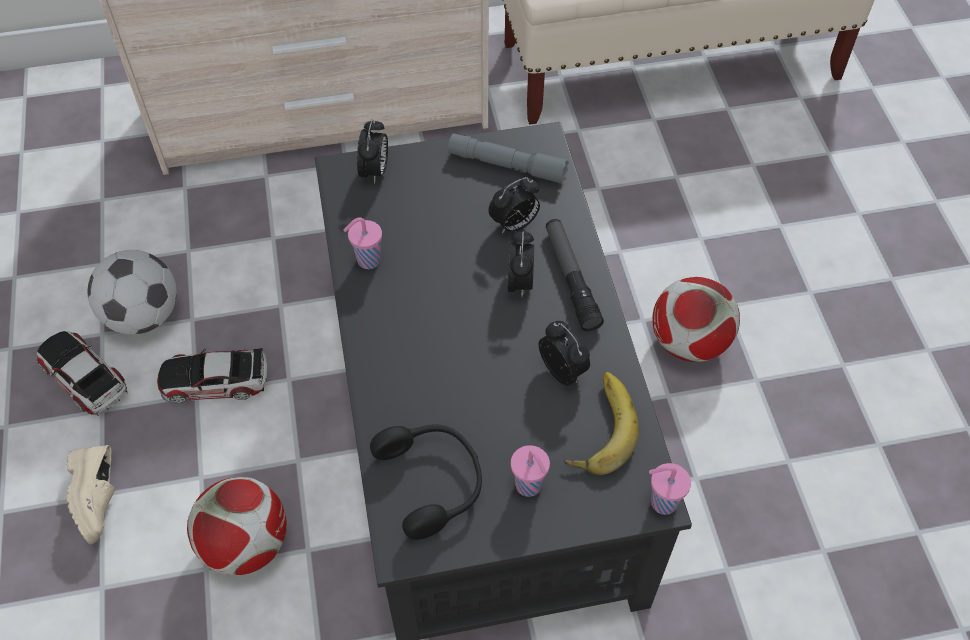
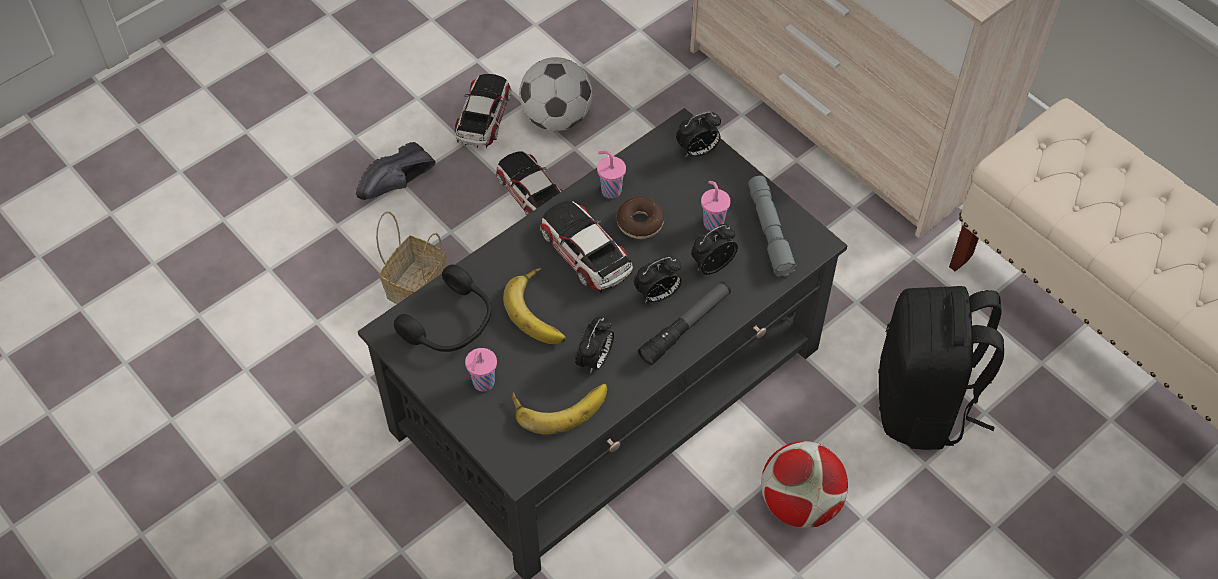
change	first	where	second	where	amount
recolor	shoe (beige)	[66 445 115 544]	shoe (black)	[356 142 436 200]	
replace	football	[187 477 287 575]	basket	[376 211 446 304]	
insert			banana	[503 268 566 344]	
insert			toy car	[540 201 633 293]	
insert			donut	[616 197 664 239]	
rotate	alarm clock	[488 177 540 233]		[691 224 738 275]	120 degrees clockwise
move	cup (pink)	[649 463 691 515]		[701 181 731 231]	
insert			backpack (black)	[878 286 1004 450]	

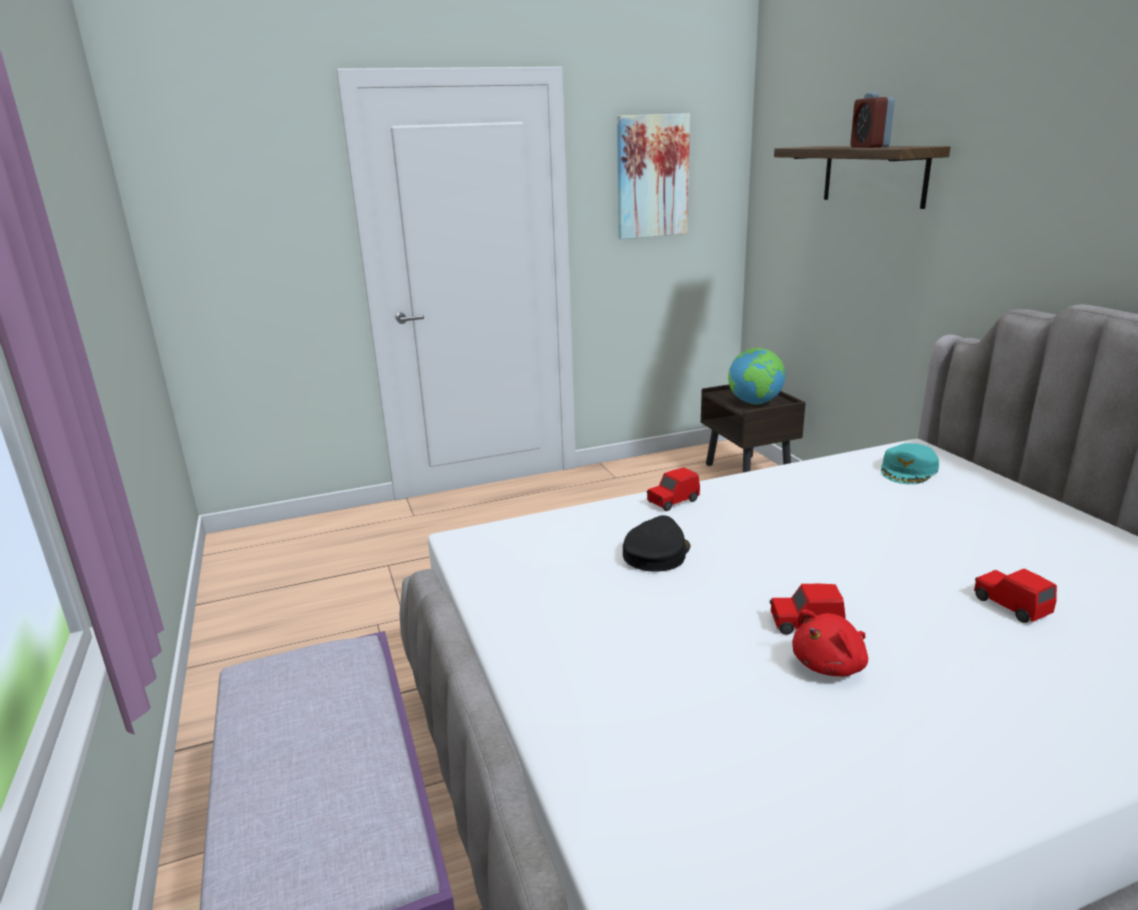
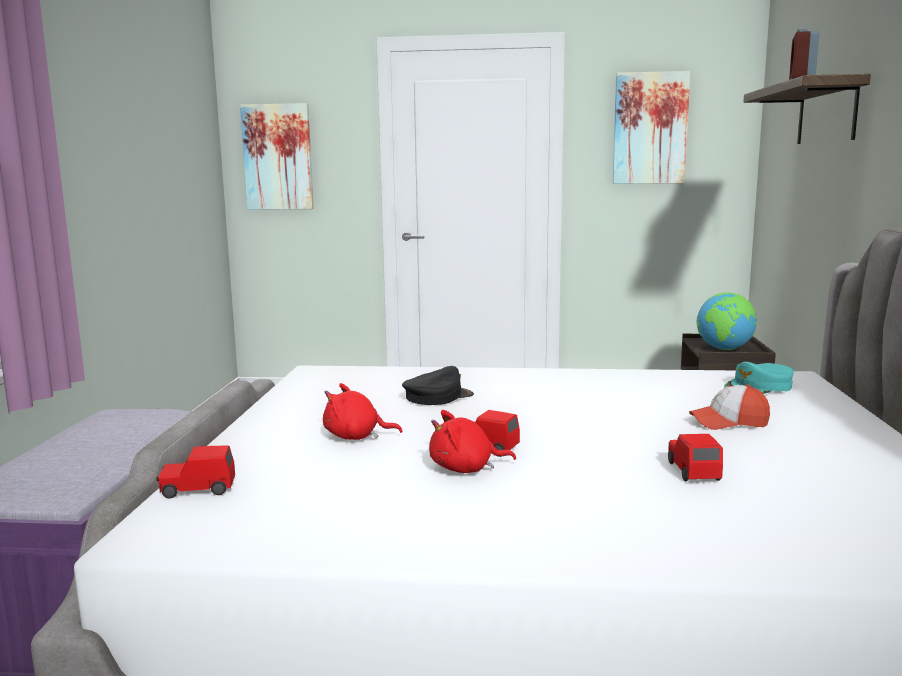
change	first	where	second	where	amount
move	toy car (red)	[647 467 700 511]		[157 445 235 498]	
insert			picture	[240 103 314 210]	
insert			plush toy (red)	[323 383 402 440]	
insert			cap	[689 385 770 430]	

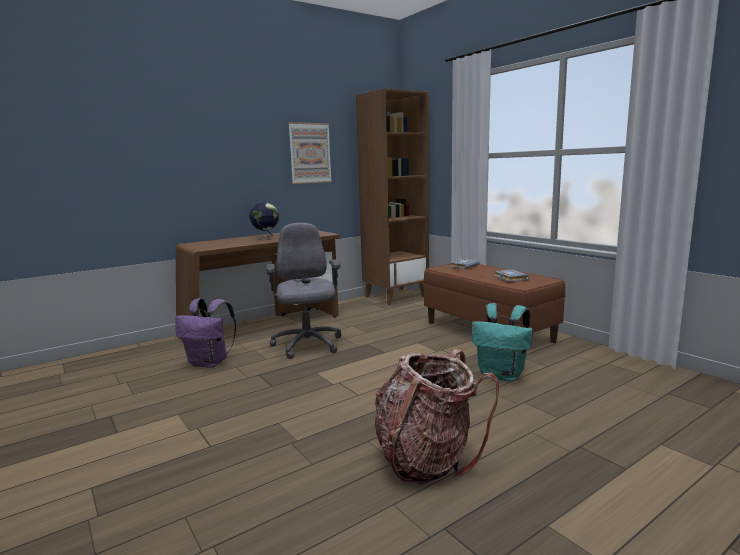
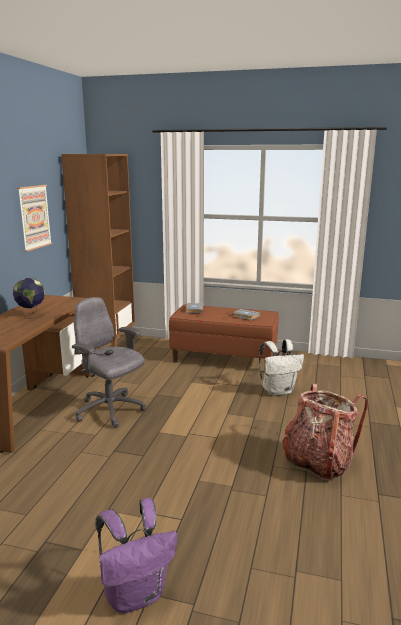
change	first	where	second	where	amount
move	backpack (purple)	[175 298 236 368]		[96 498 177 614]	
recolor	backpack (turquoise)	[472 303 533 381]	backpack (white)	[259 339 304 396]	

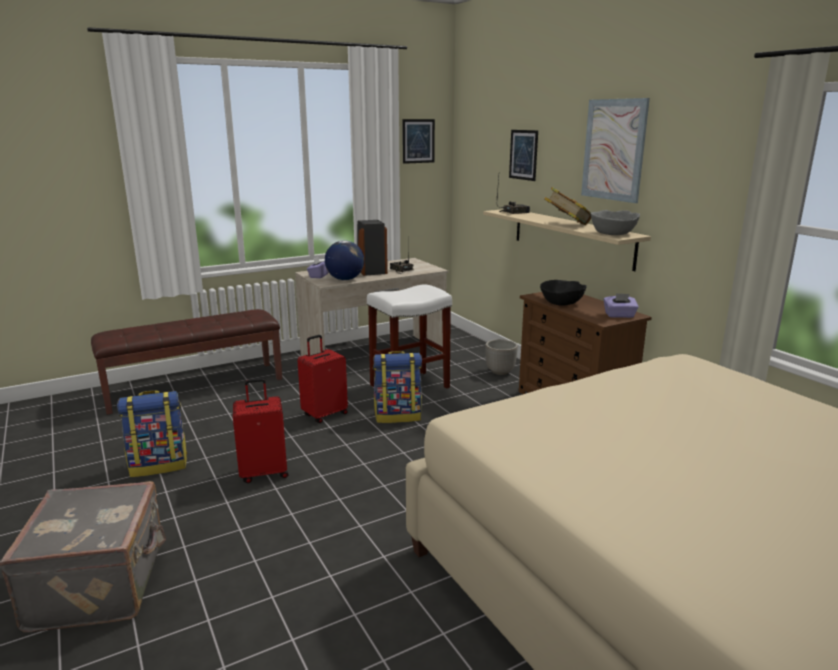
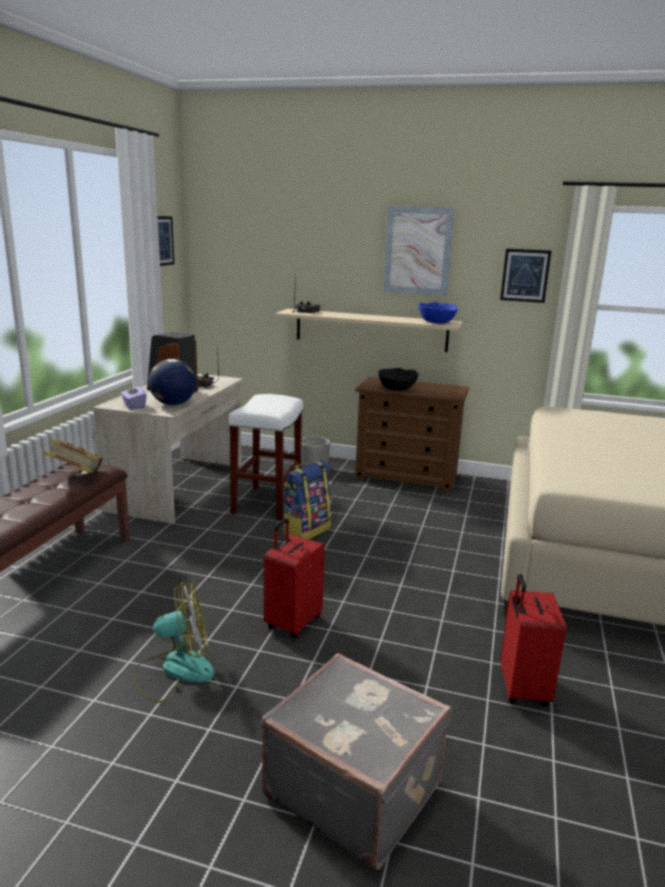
change	first	where	second	where	amount
move	book	[544 187 591 225]		[43 438 103 473]	
replace	backpack	[117 390 188 477]	fan	[134 581 214 703]	
recolor	bowl (grey)	[591 210 640 235]	bowl (blue)	[419 302 458 324]	
move	picture	[509 130 538 181]		[500 249 551 303]	
move	suitcase (red)	[297 335 348 423]		[500 574 566 707]	
delete	tissue box (purple)	[604 293 639 318]			

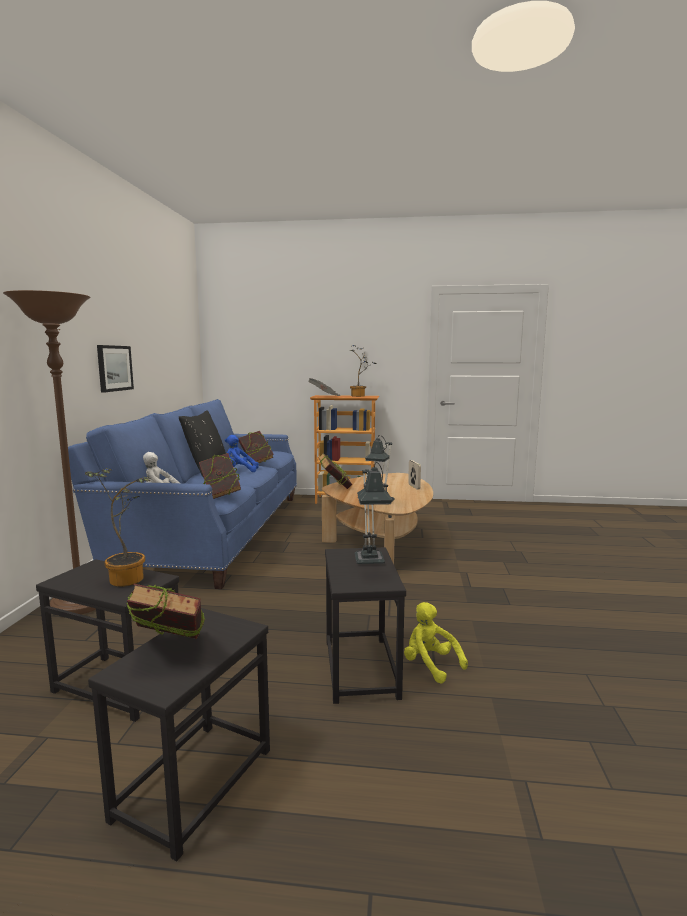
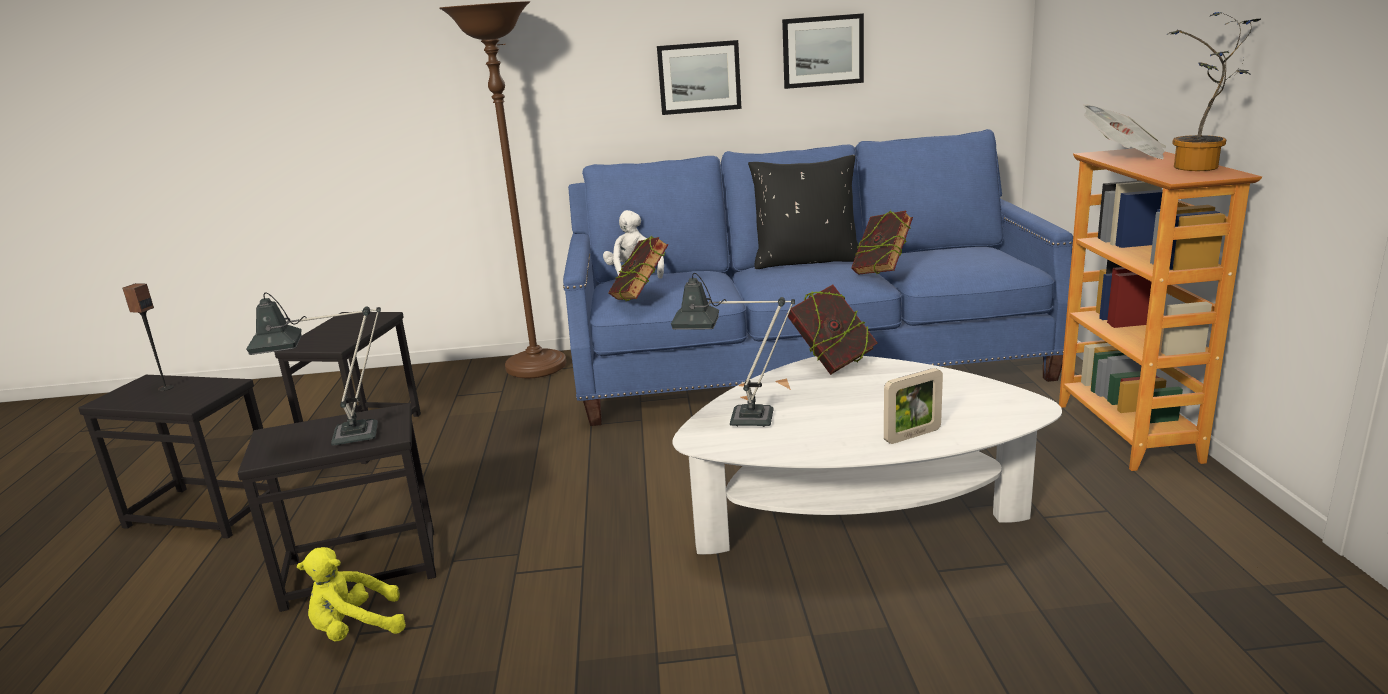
change	first	where	second	where	amount
replace	book	[127 584 205 639]	speaker	[122 283 174 391]	
rotate	plush toy (yellow)	[404 602 468 684]		[297 547 406 642]	150 degrees counterclockwise
recolor	coffee table (brown)	[322 473 433 564]	coffee table (white)	[672 356 1062 554]	
insert			picture	[782 13 864 89]	
delete	potted plant	[85 468 151 587]			
delete	plush toy (blue)	[225 435 259 472]			

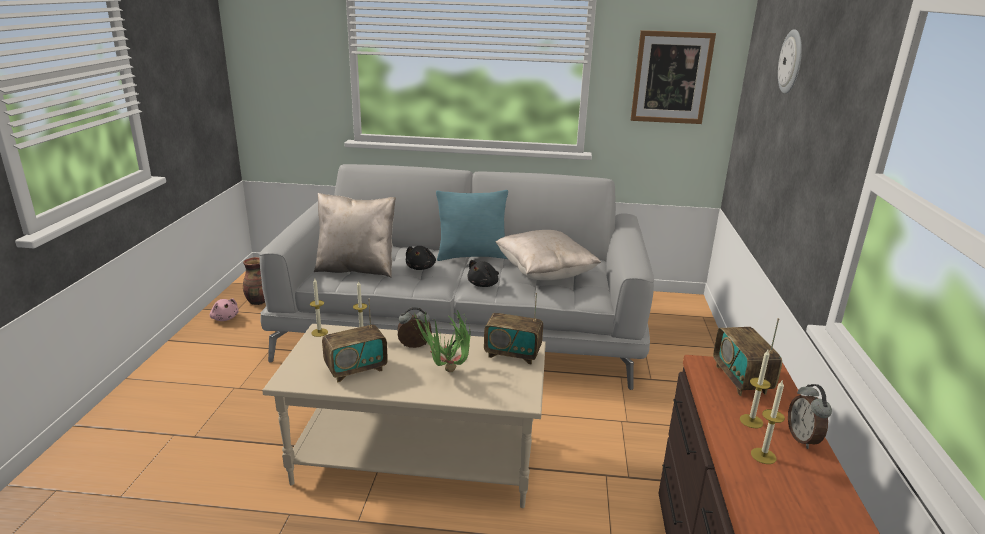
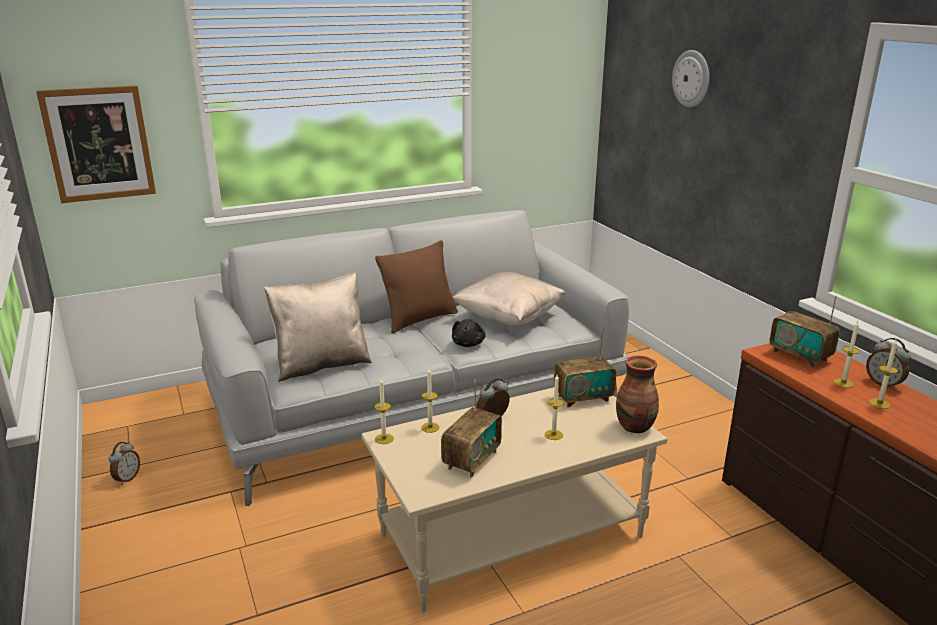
change	first	where	second	where	amount
move	picture	[631 30 716 124]		[36 85 156 203]	
replace	plush toy (pink)	[210 299 239 321]	alarm clock	[109 442 140 485]	
recolor	pillow (turquoise)	[436 190 508 261]	pillow (brown)	[375 240 458 333]	
replace	potted plant	[411 310 471 372]	candle	[545 375 564 440]	
move	vase	[243 257 265 305]		[616 355 659 433]	
delete	plush toy (black)	[406 246 436 270]			

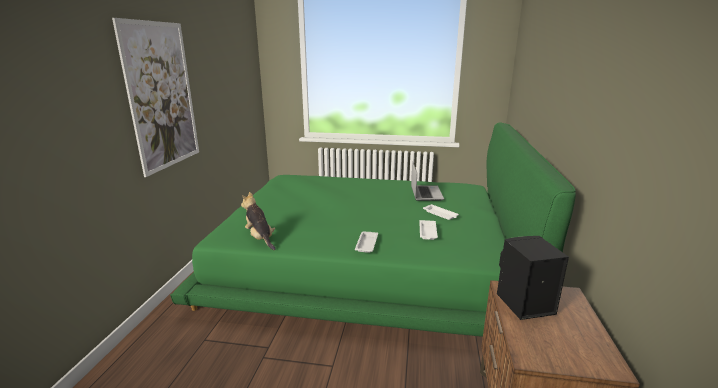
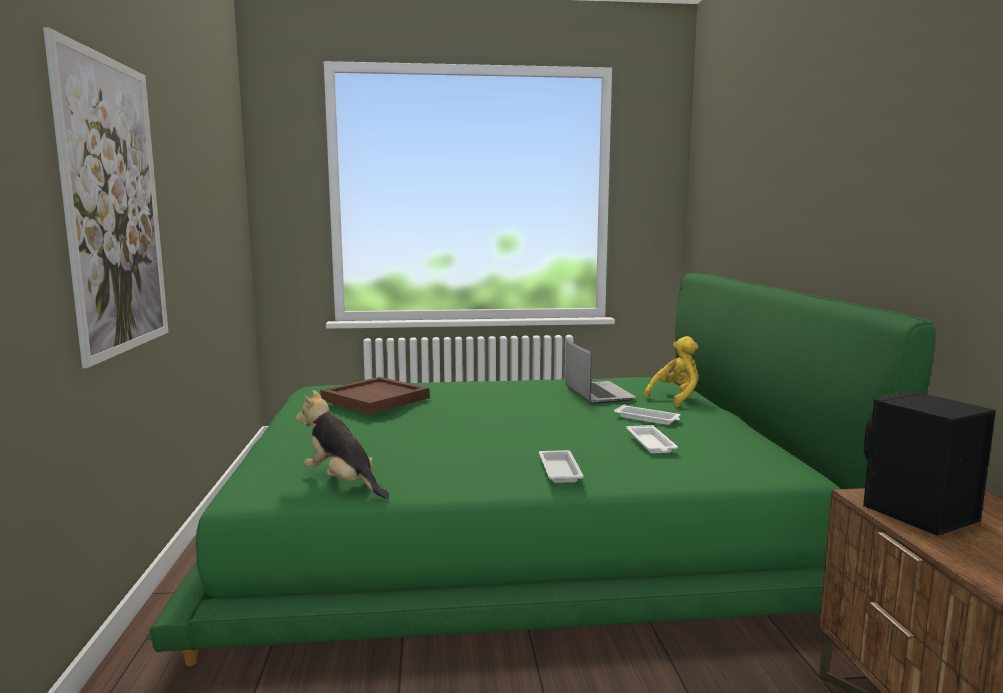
change	first	where	second	where	amount
insert			tray (brown)	[320 377 429 414]	
insert			plush toy (yellow)	[644 336 699 407]	

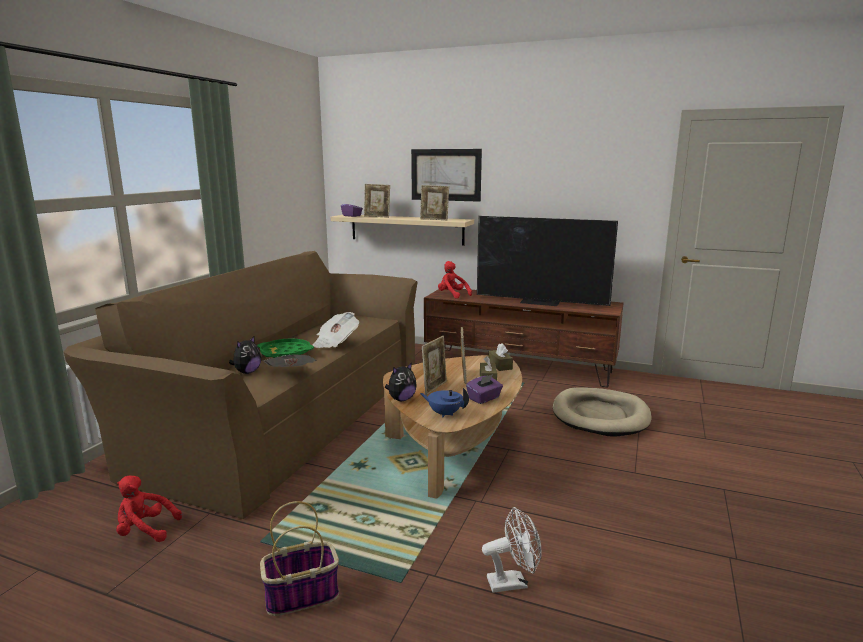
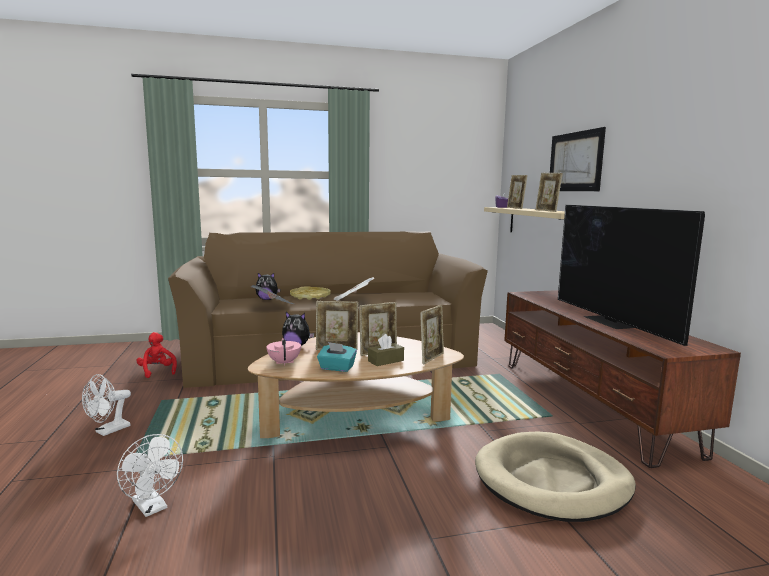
change	first	where	second	where	amount
replace	basket	[260 501 339 616]	fan (white)	[82 374 131 436]	
recolor	teapot (blue)	[420 388 469 418]	teapot (pink)	[266 338 301 366]	
recolor	tray (green)	[257 338 314 358]	tray (yellow)	[290 286 331 300]	
recolor	tissue box (purple)	[466 374 503 404]	tissue box (turquoise)	[317 342 357 372]	
replace	tissue box (brown)	[488 344 513 371]	picture frame	[420 305 444 364]	
delete	plush toy (red)	[438 261 472 299]			

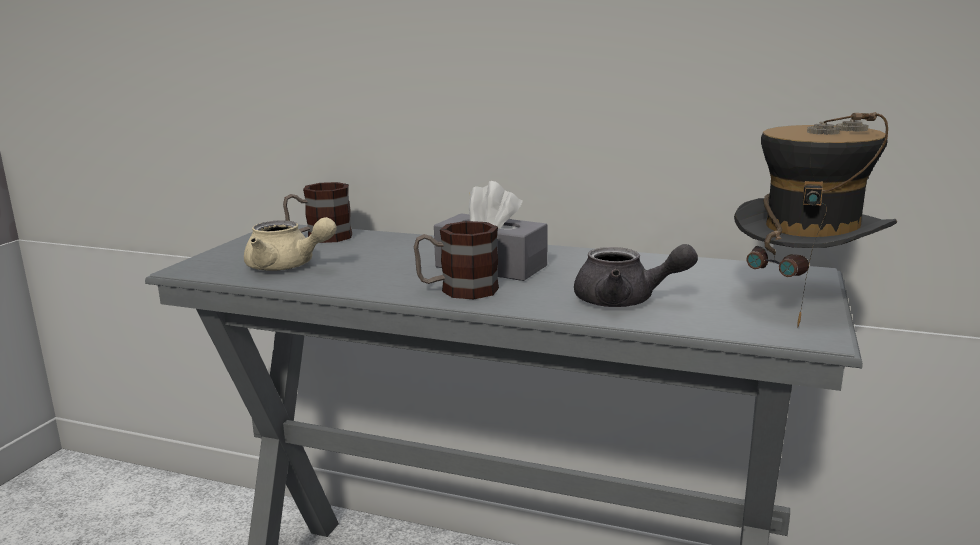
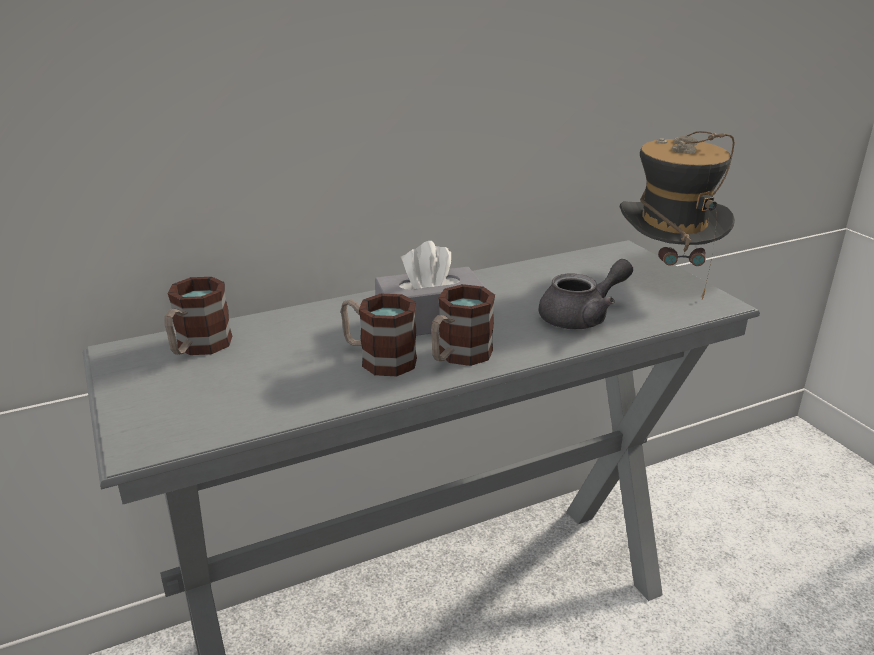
change	first	where	second	where	amount
insert			mug	[341 294 417 376]	
delete	teapot (beige)	[244 217 336 271]			

